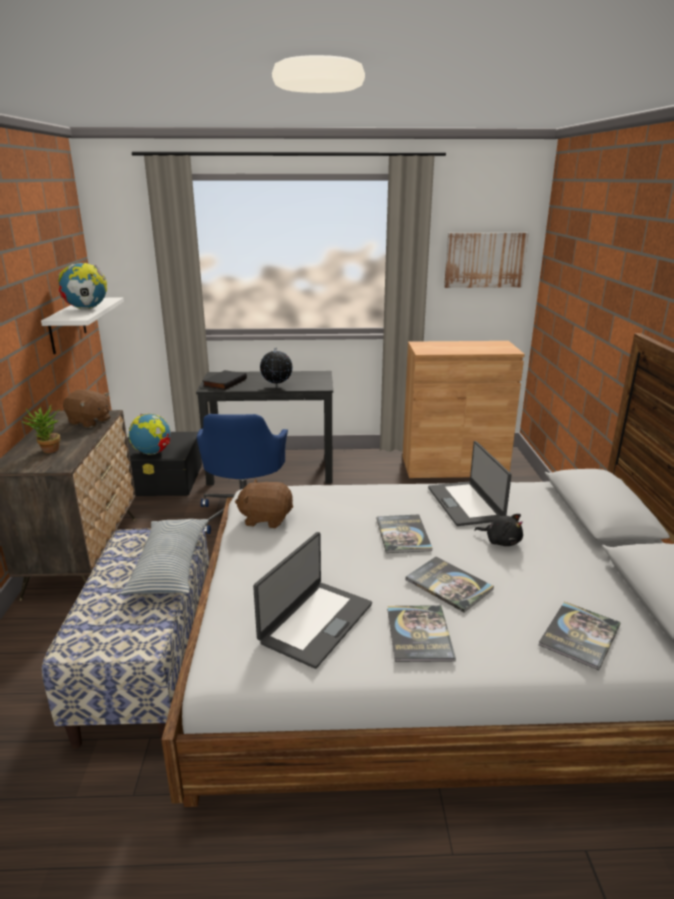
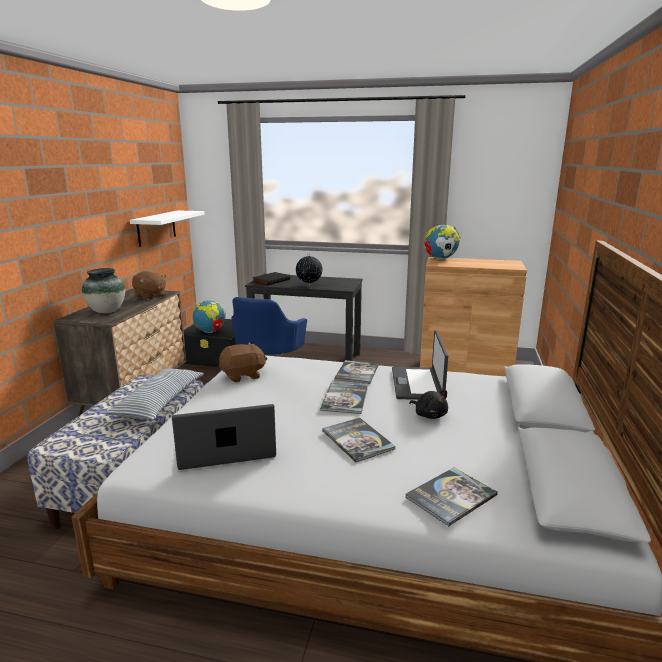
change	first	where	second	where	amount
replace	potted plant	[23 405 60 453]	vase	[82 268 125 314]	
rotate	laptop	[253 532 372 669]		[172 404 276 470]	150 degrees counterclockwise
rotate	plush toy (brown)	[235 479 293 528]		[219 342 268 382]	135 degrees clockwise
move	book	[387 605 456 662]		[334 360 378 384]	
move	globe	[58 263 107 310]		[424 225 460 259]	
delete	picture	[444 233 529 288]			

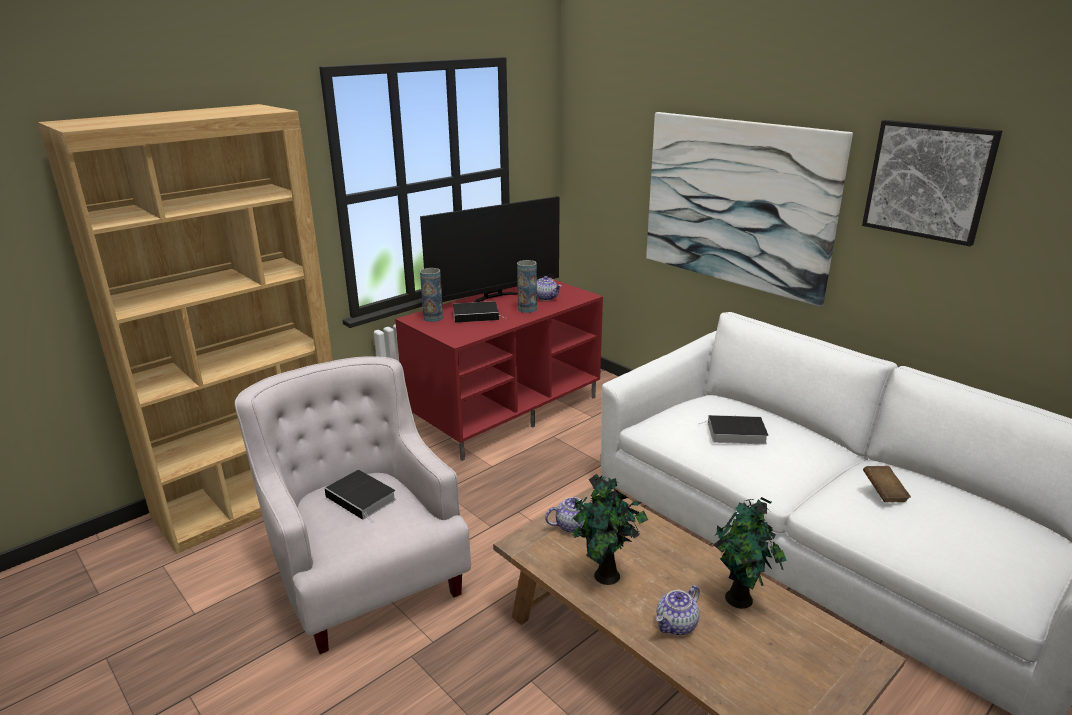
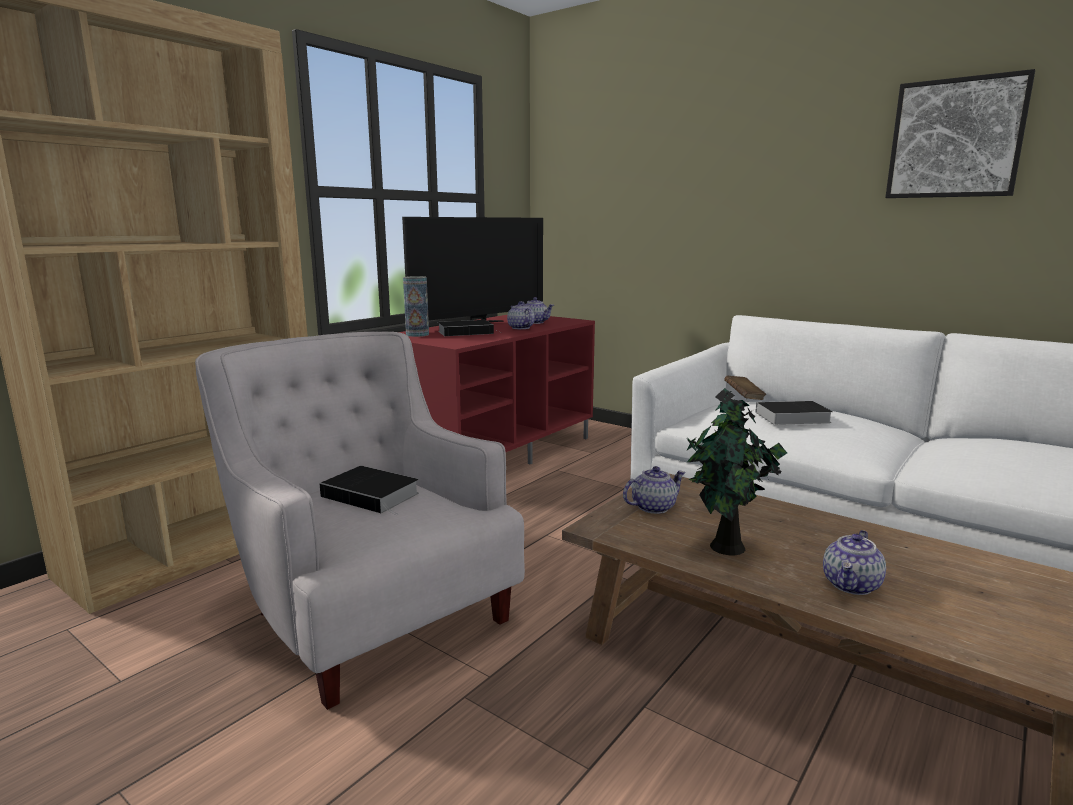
change	first	where	second	where	amount
replace	vase	[517 260 537 313]	teapot	[507 301 535 329]	
move	book (brown)	[863 466 911 502]		[724 376 766 400]	
delete	picture	[646 112 853 307]			
delete	potted plant	[713 497 787 609]			

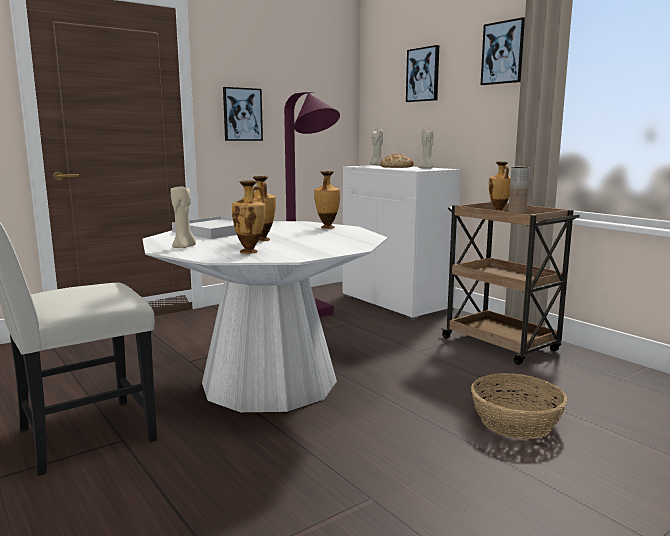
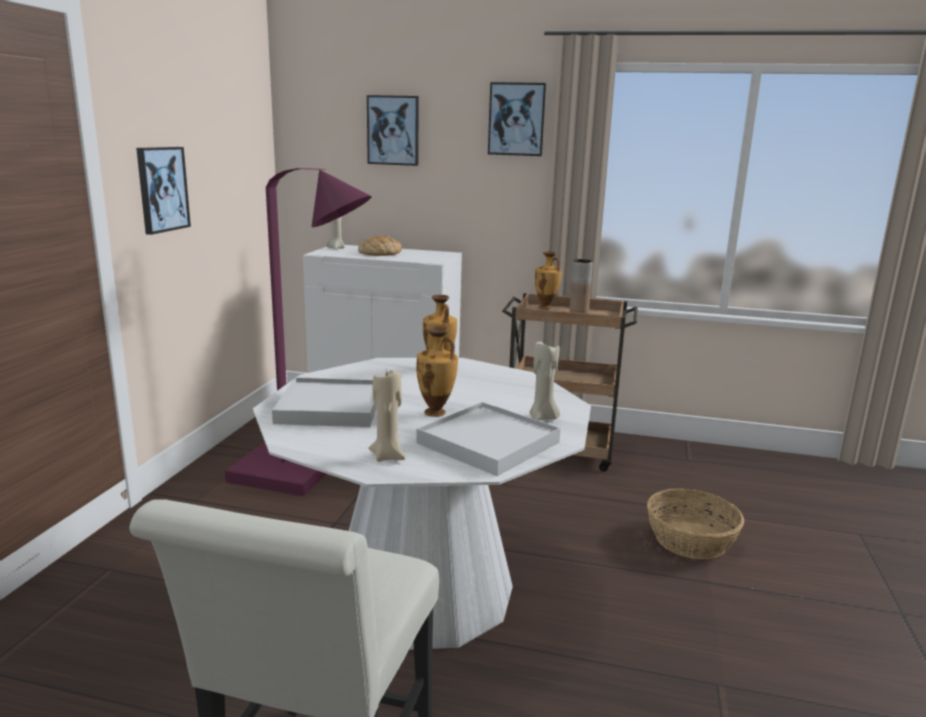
change	first	where	second	where	amount
replace	vase	[232 180 266 254]	tray (white)	[417 402 561 476]	
move	candle (beige)	[418 129 435 168]		[529 340 560 420]	

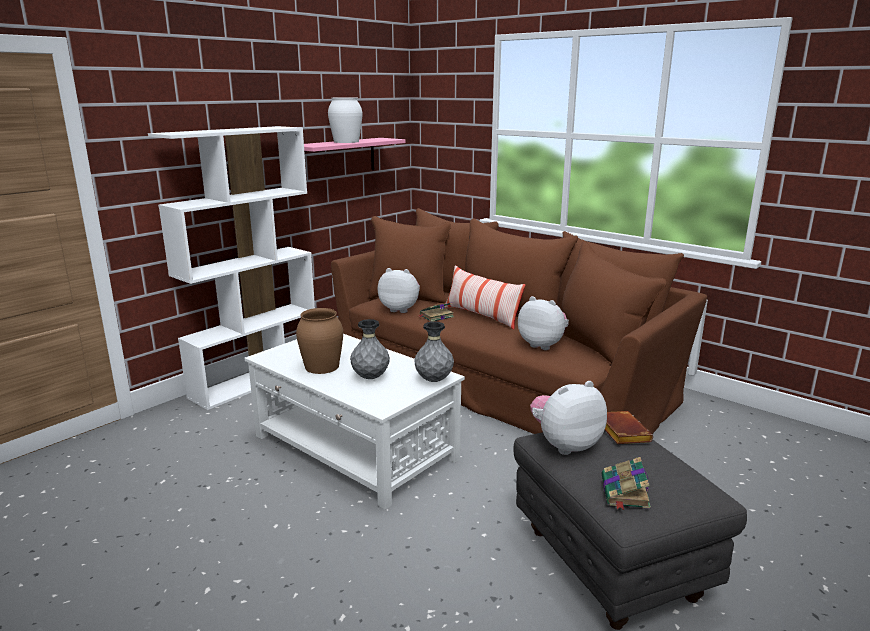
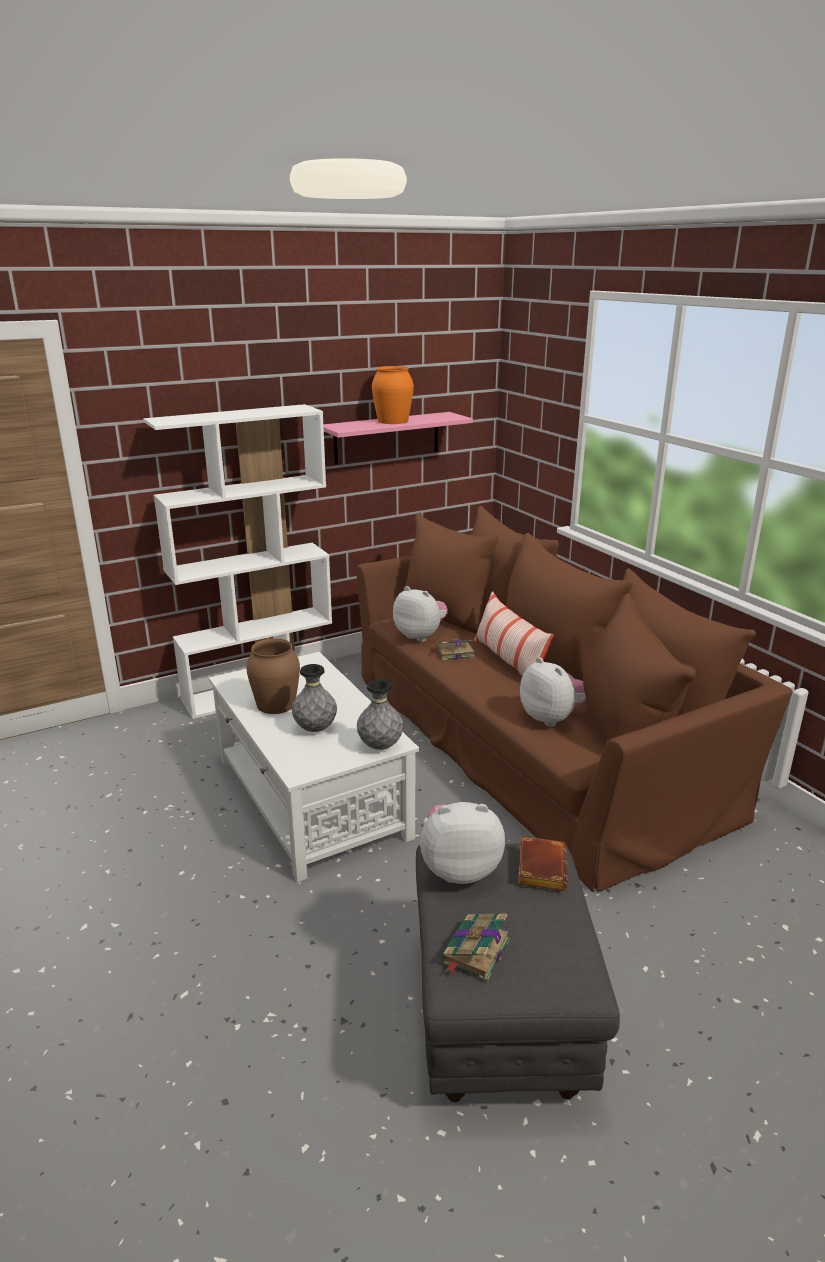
change	first	where	second	where	amount
recolor	vase (white)	[328 97 362 143]	vase (orange)	[372 366 414 424]	

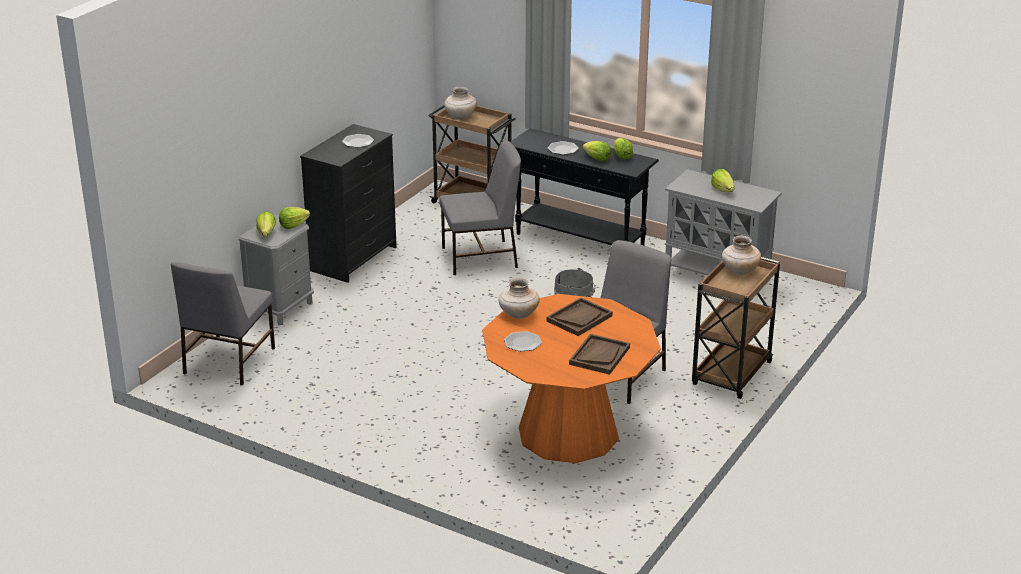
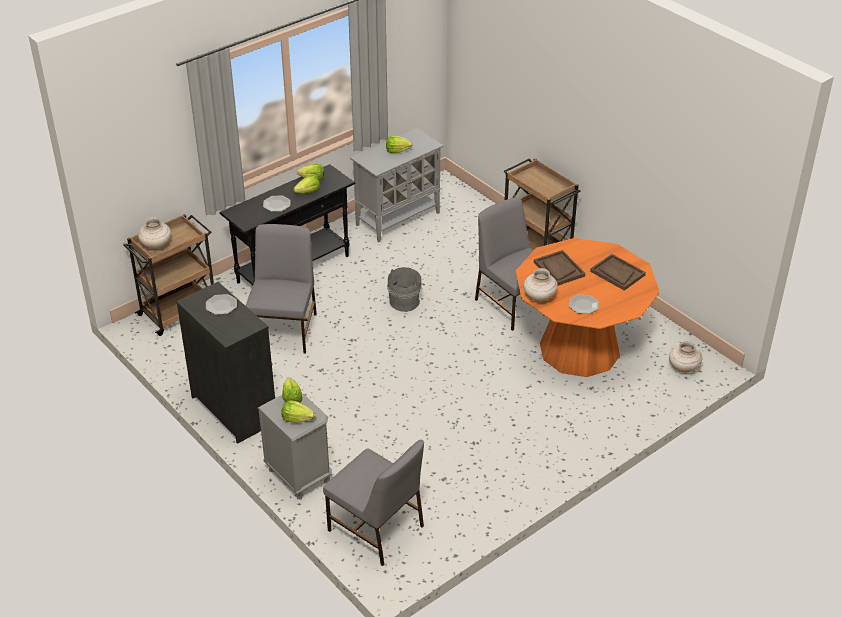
change	first	where	second	where	amount
move	vase (beige)	[722 236 761 275]		[669 341 702 373]	

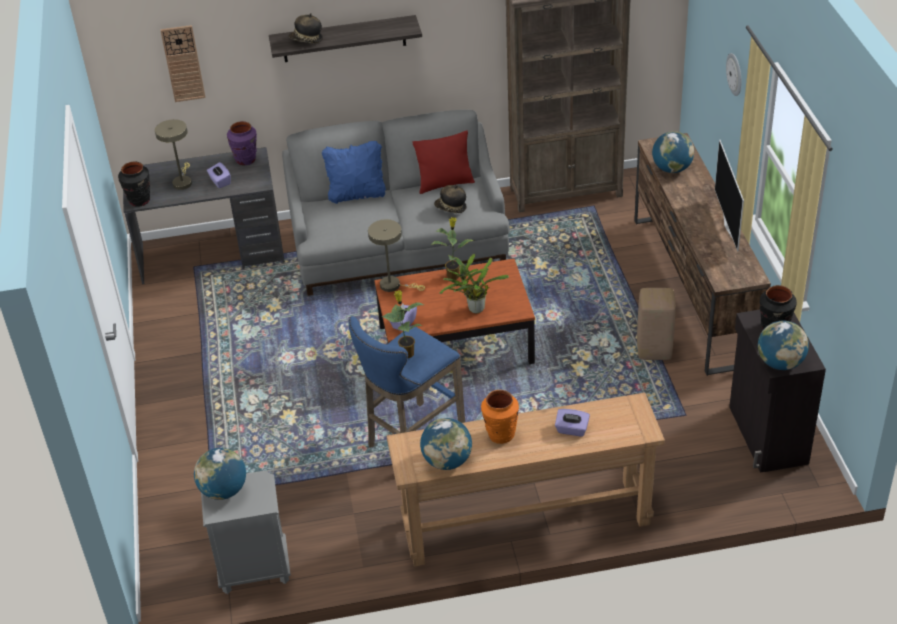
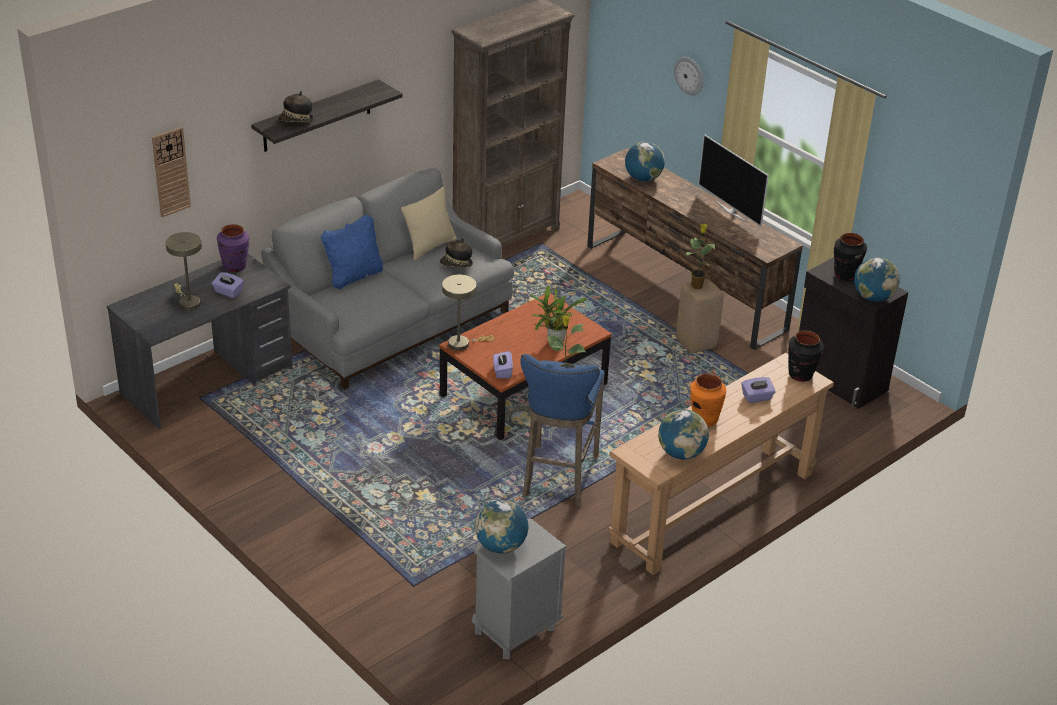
change	first	where	second	where	amount
recolor	pillow (red)	[413 130 475 194]	pillow (beige)	[401 187 457 261]	
move	potted plant	[430 217 475 280]		[686 224 715 289]	
move	vase (black)	[118 162 150 207]		[788 330 824 382]	

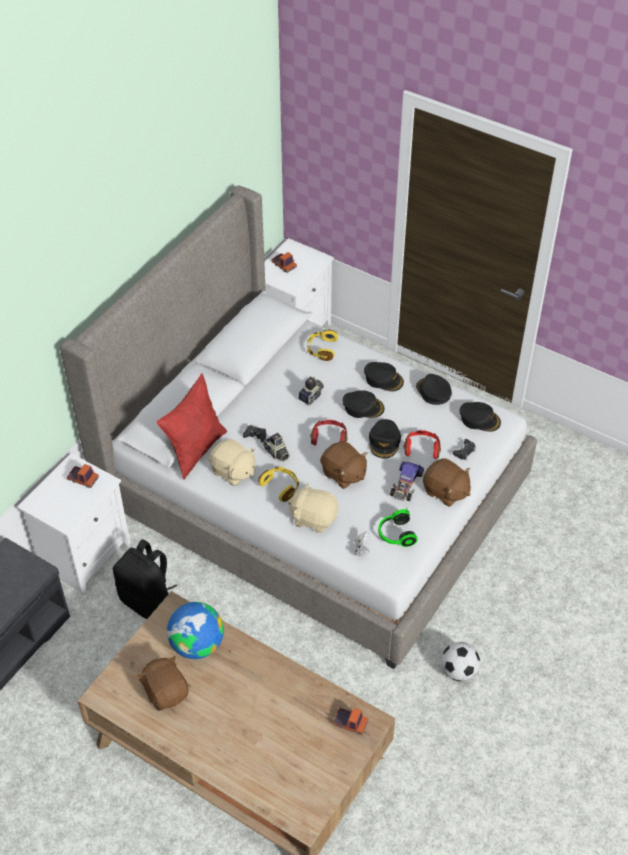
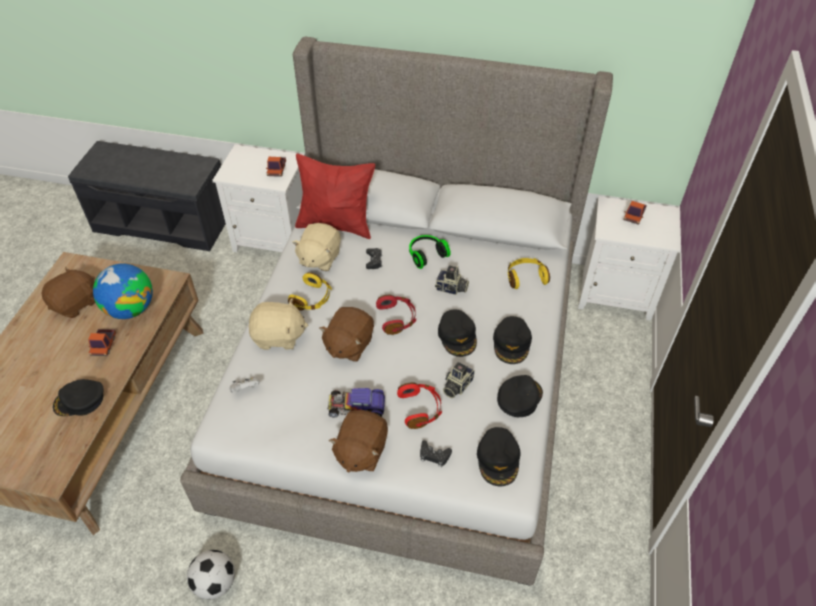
change	first	where	second	where	amount
move	cap (black)	[369 419 401 458]		[53 379 104 416]	
move	toy truck	[333 707 368 735]		[88 329 116 356]	
rotate	plush toy (beige)	[287 483 338 533]		[248 299 308 350]	90 degrees clockwise
move	headphones	[378 508 418 547]		[409 235 451 269]	
move	photo camera	[263 433 290 462]		[443 362 475 398]	
delete	backpack (black)	[113 539 177 619]			

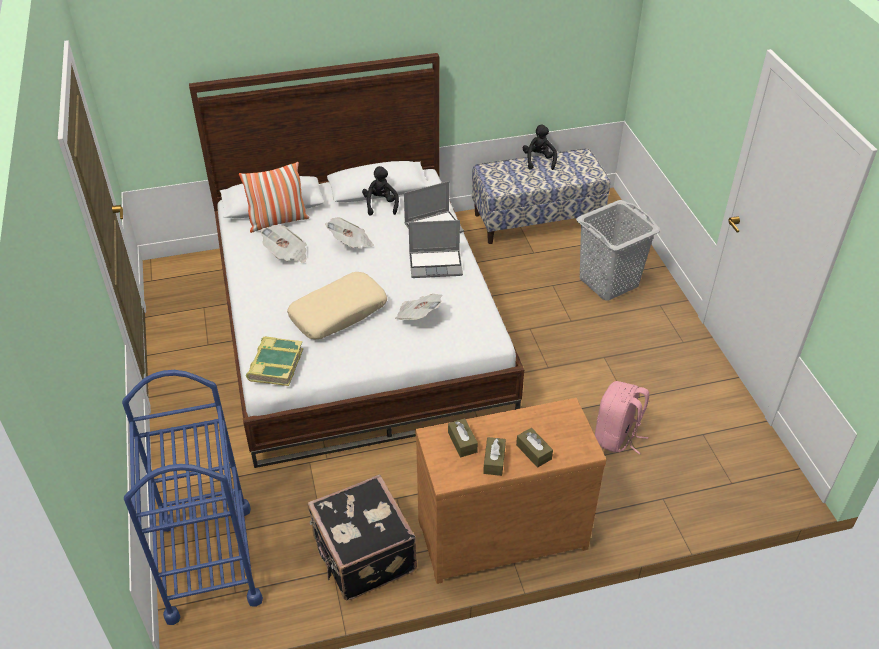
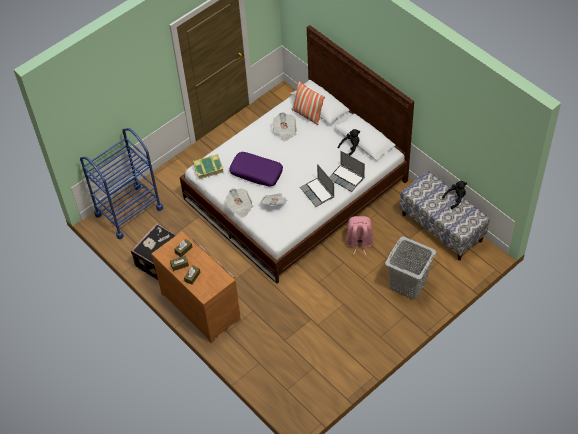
change	first	where	second	where	amount
move	newspaper	[325 218 374 248]		[226 188 254 218]	
recolor	pillow (beige)	[287 272 387 339]	pillow (purple)	[229 152 283 186]	
move	backpack (pink)	[595 381 649 454]		[346 216 373 255]	

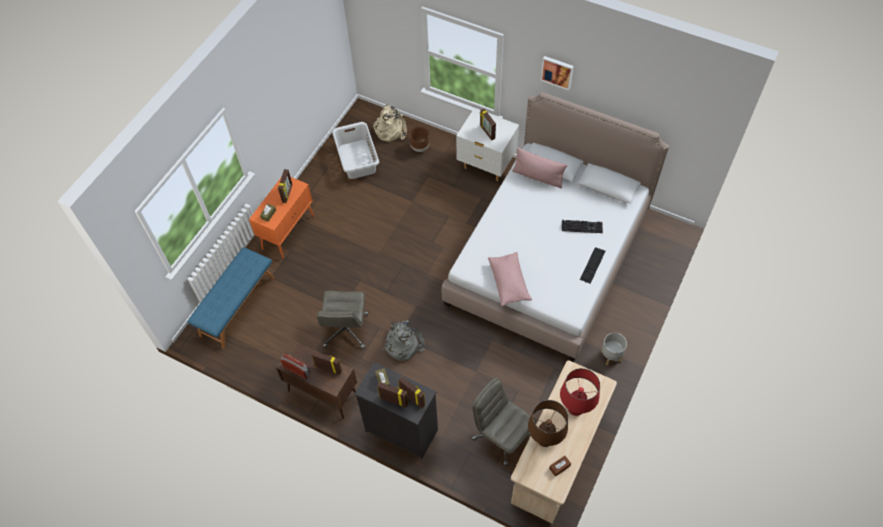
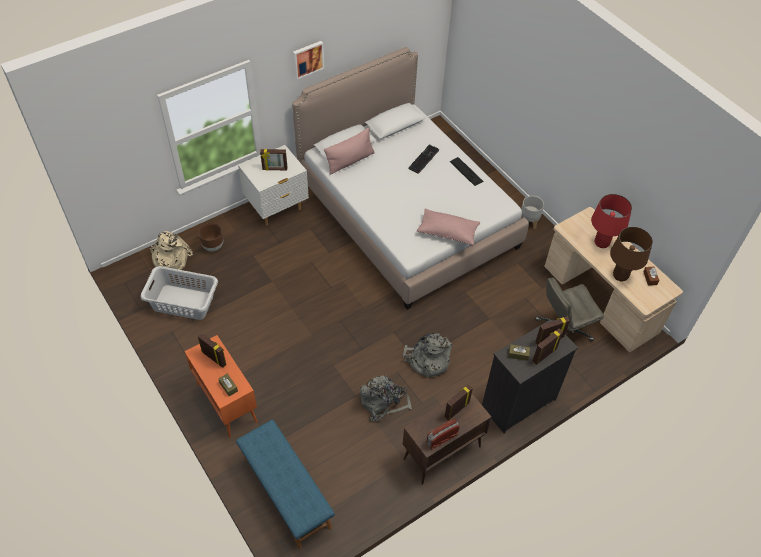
change	first	where	second	where	amount
replace	office chair (grey)	[316 290 369 349]	backpack (grey)	[360 375 412 421]	

